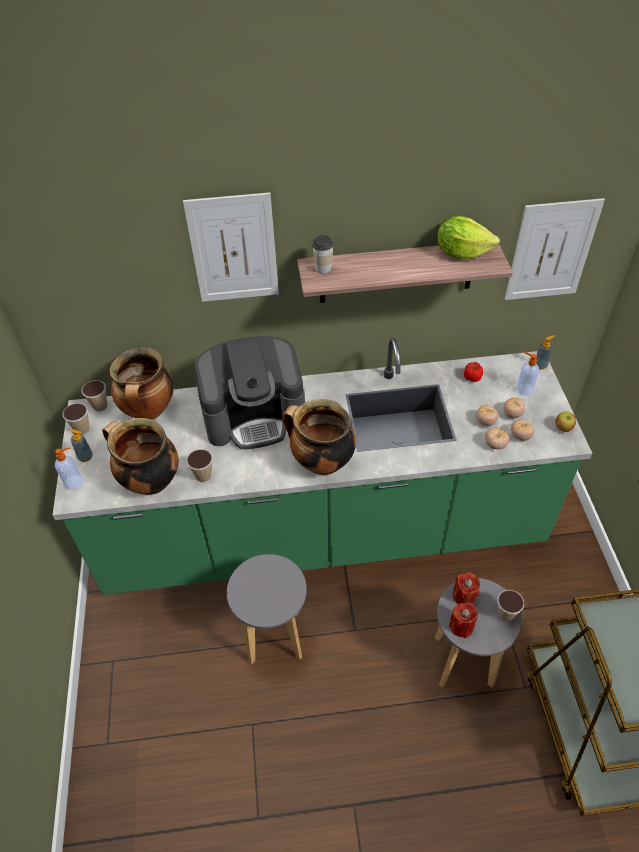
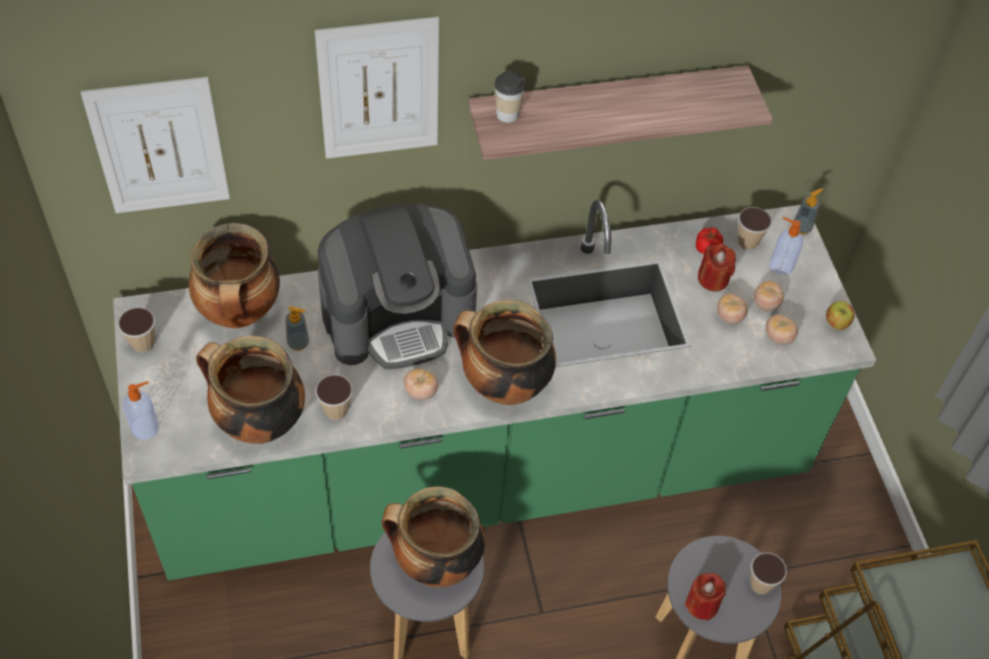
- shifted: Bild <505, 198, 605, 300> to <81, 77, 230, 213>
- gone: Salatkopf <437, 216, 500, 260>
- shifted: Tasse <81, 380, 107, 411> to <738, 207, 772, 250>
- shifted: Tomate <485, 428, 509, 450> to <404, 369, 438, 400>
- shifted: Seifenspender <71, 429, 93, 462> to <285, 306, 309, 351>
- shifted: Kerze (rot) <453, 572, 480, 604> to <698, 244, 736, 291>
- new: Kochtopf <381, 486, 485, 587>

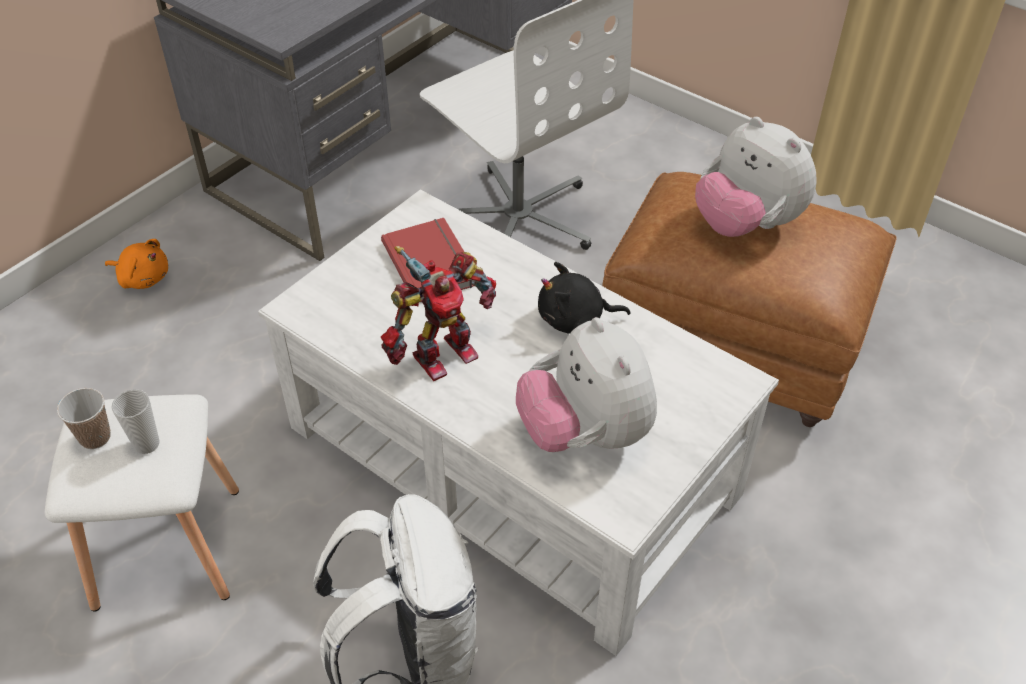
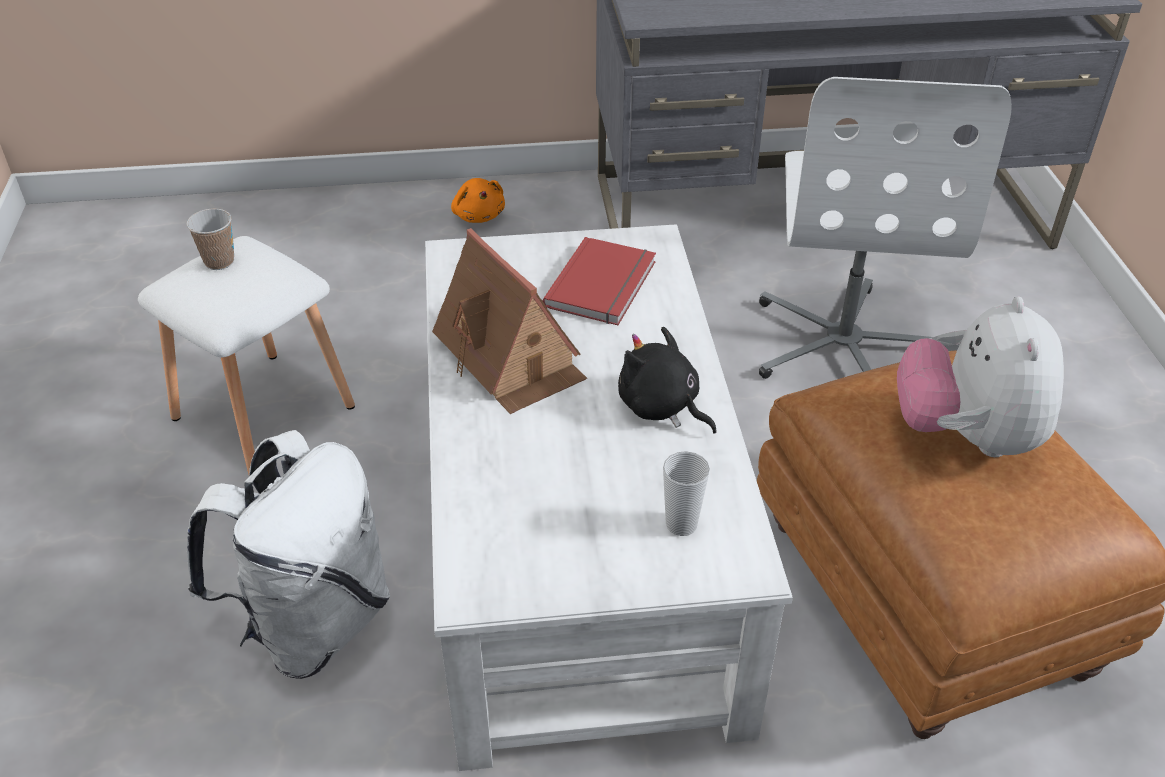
- swapped: Spielzeugroboter <381, 246, 496, 381> to Spielzeughaus <432, 228, 587, 414>
- gone: Plüschtier <516, 317, 657, 452>
- shifted: Tasse <111, 389, 160, 454> to <663, 451, 710, 536>

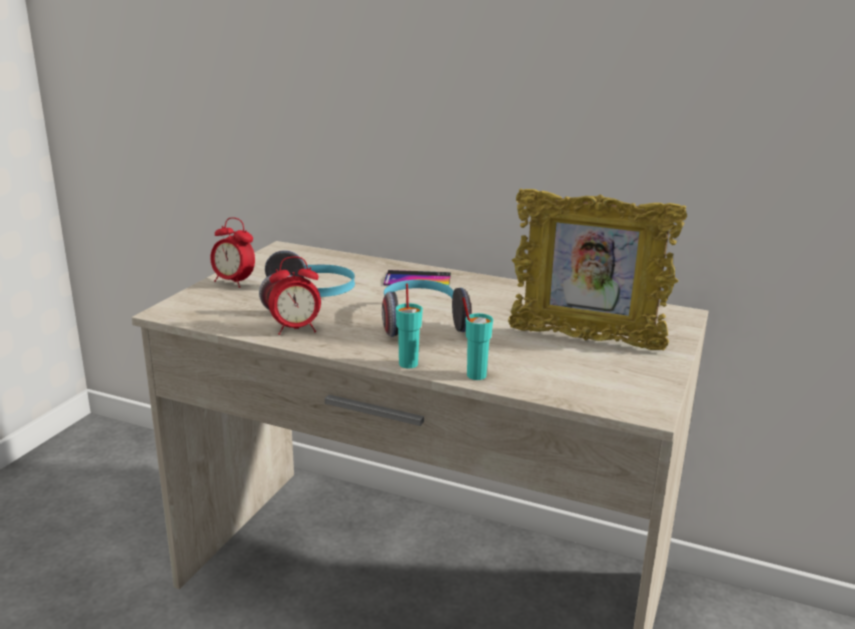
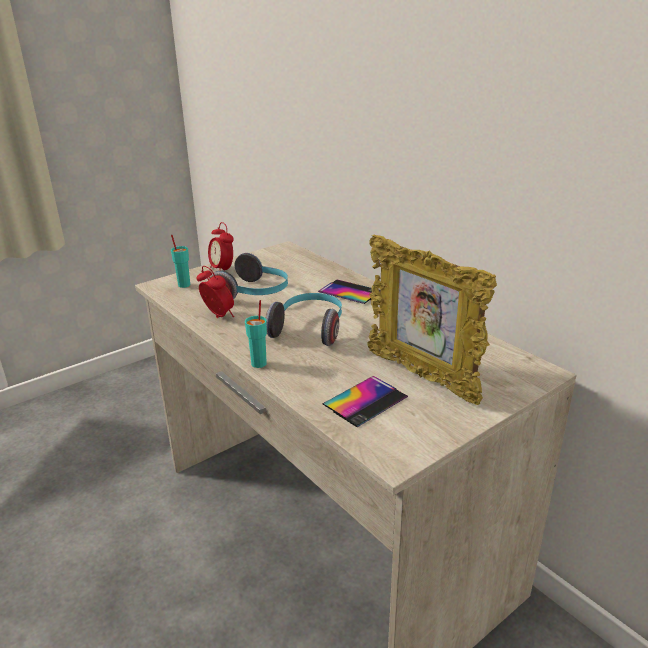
- rotated: Wecker <268, 256, 321, 335> = <197, 266, 234, 318> 150 degrees counterclockwise
- shifted: Tasse (türkis) <462, 297, 493, 380> to <171, 235, 190, 288>
- new: Handy <323, 376, 408, 427>

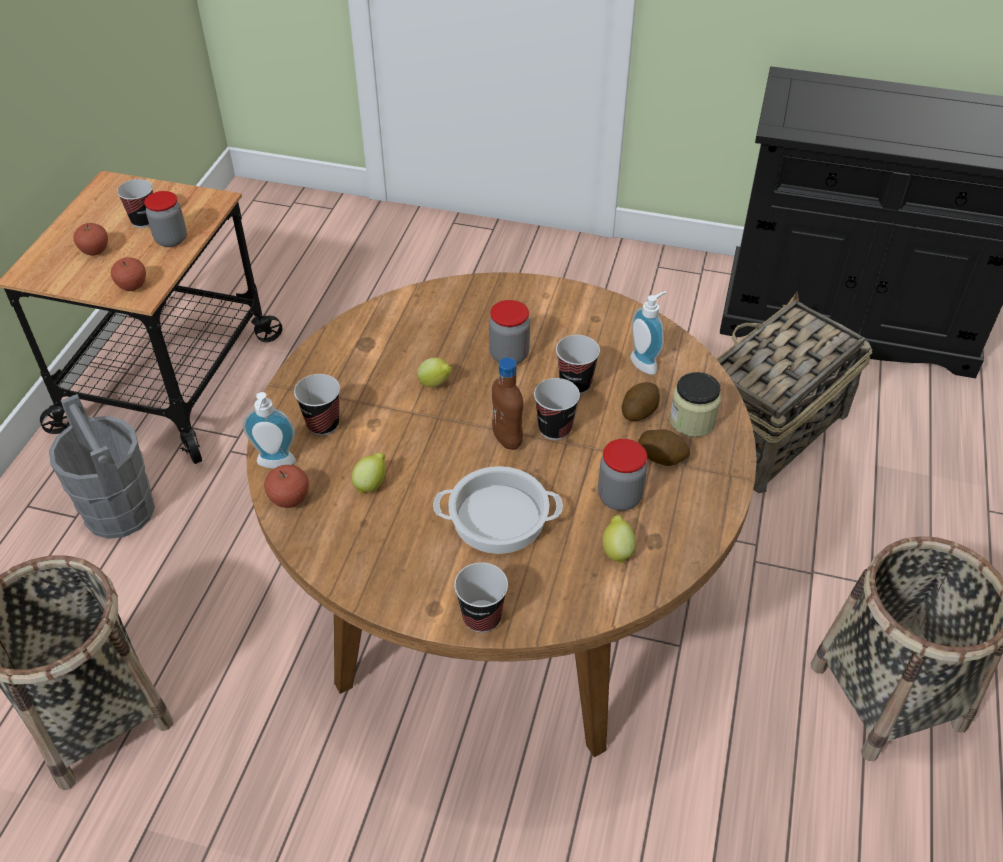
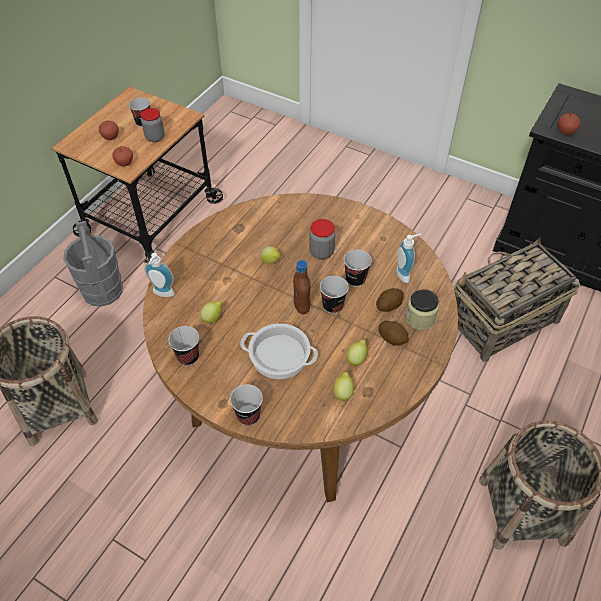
- shifted: Tasse <294, 374, 340, 436> to <168, 326, 199, 366>
- swapped: Vorratsglas <598, 439, 647, 511> to Zitrone <346, 340, 368, 367>
- shifted: Apfel <264, 465, 309, 508> to <558, 113, 581, 135>

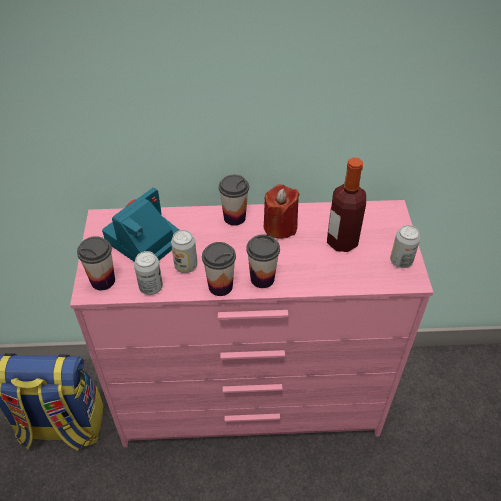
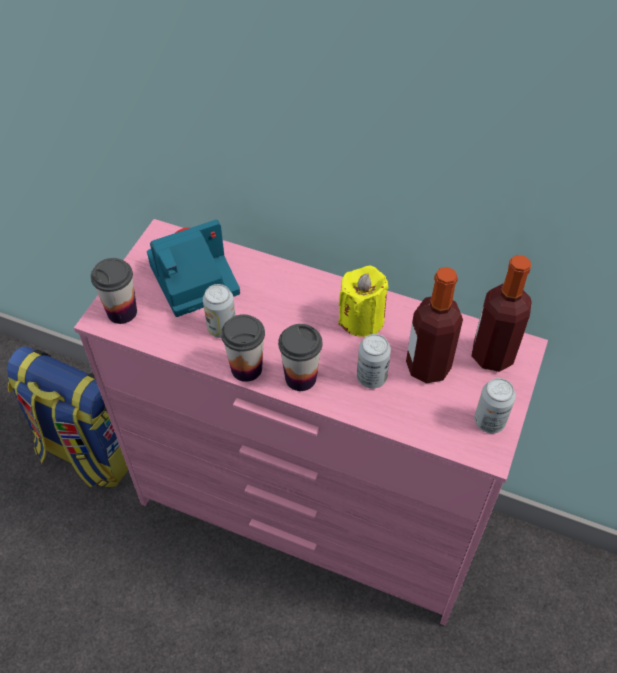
- gone: Tasse <219, 175, 249, 226>
- repainted: Kerze (rot) <263, 184, 300, 239> to Kerze (gelb) <338, 265, 389, 337>
- shifted: Dose <134, 251, 163, 295> to <357, 334, 391, 389>
- new: Flasche <471, 255, 532, 372>

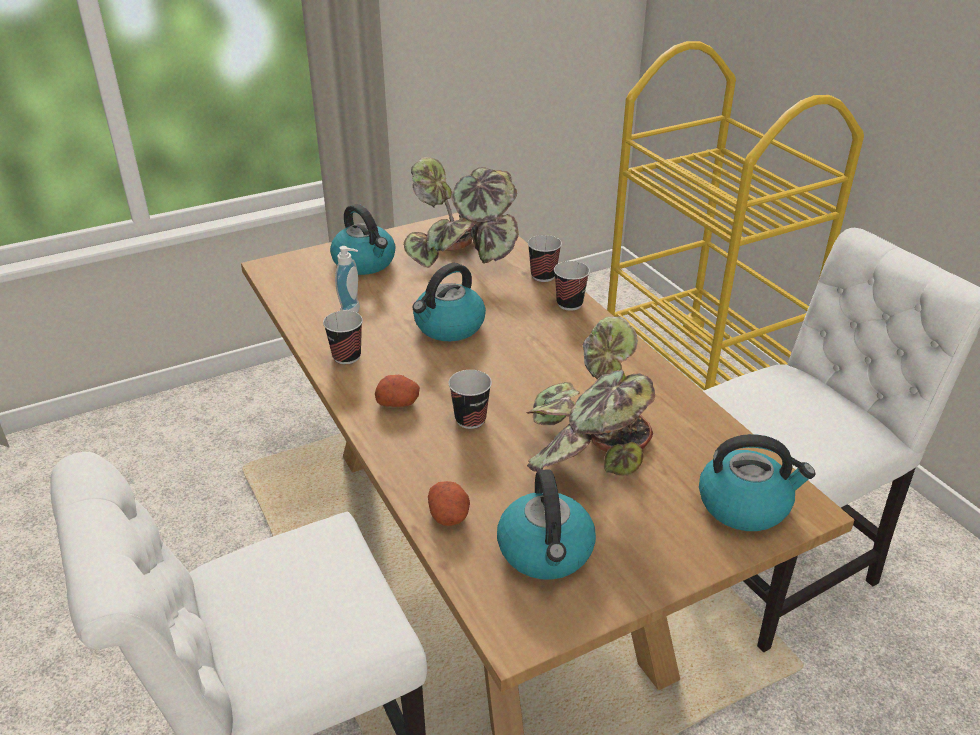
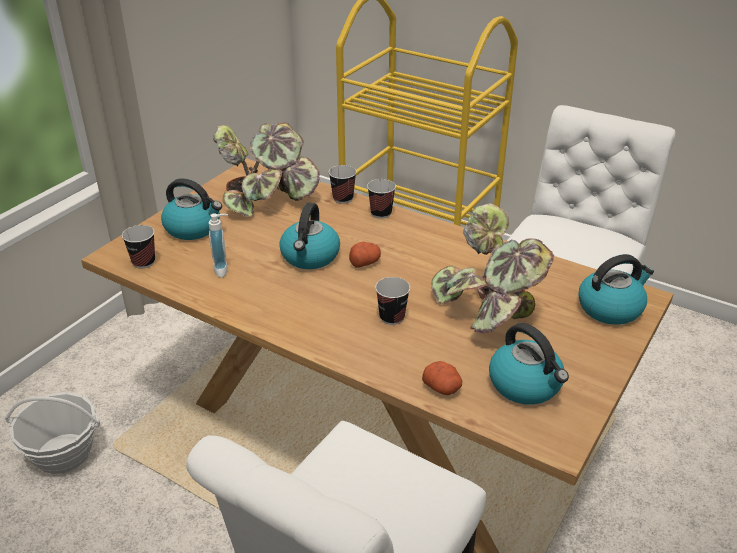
- shifted: Tasse <323, 311, 363, 364> to <122, 225, 155, 268>
- shifted: Kartoffel <375, 375, 420, 407> to <349, 241, 381, 268>
- new: Korb <5, 392, 100, 474>

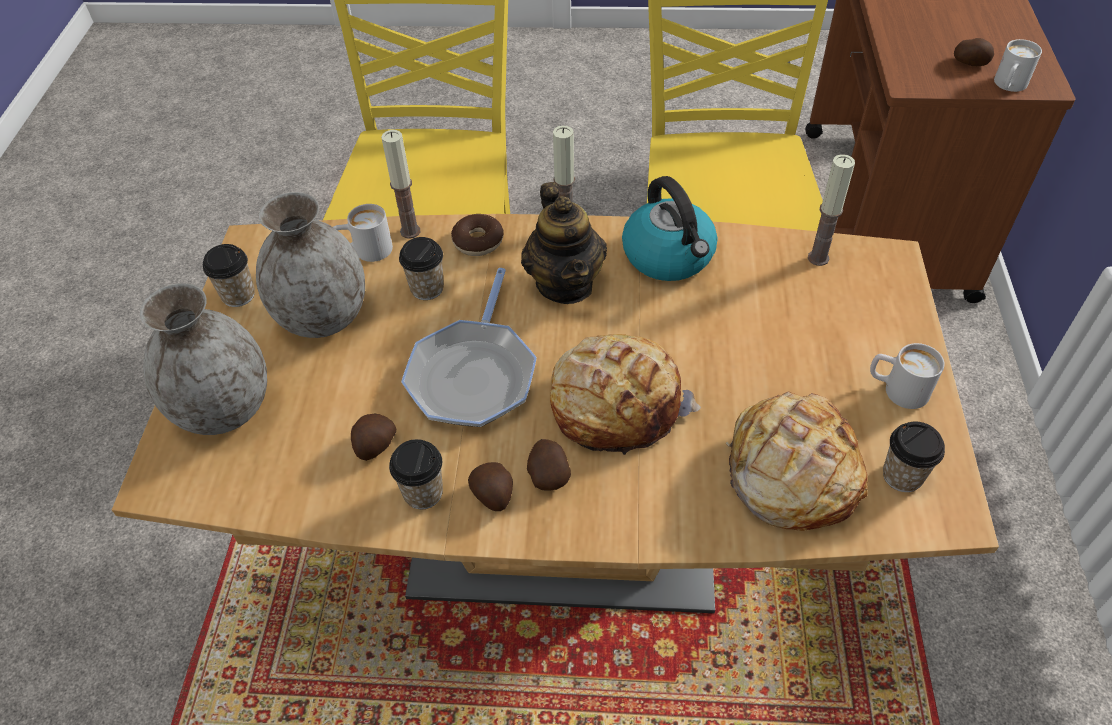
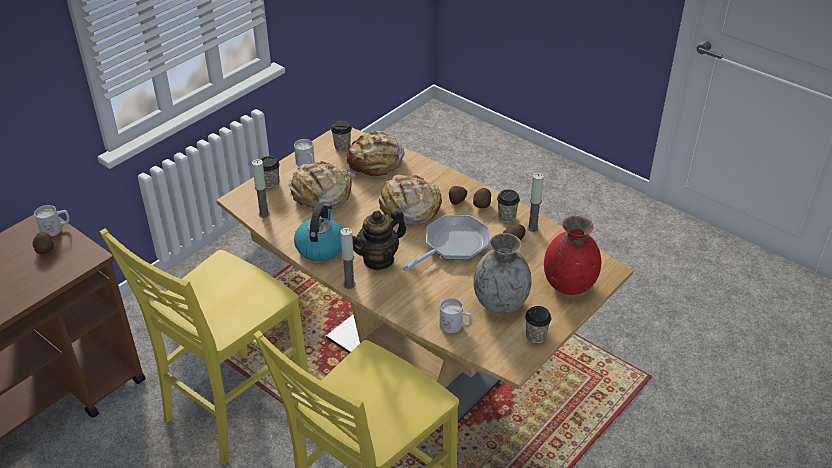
- shifted: Kerze <381, 130, 420, 239> to <527, 173, 544, 232>
- rotated: Teekanne <521, 182, 607, 304> = <352, 209, 406, 270> 150 degrees counterclockwise
- gone: Donut <451, 214, 504, 256>
- shifted: Tasse <399, 237, 444, 300> to <260, 156, 280, 188>
- repainted: Vase (grau) <140, 283, 267, 435> to Vase (rot) <544, 216, 601, 295>
- new: Brot <288, 161, 352, 210>

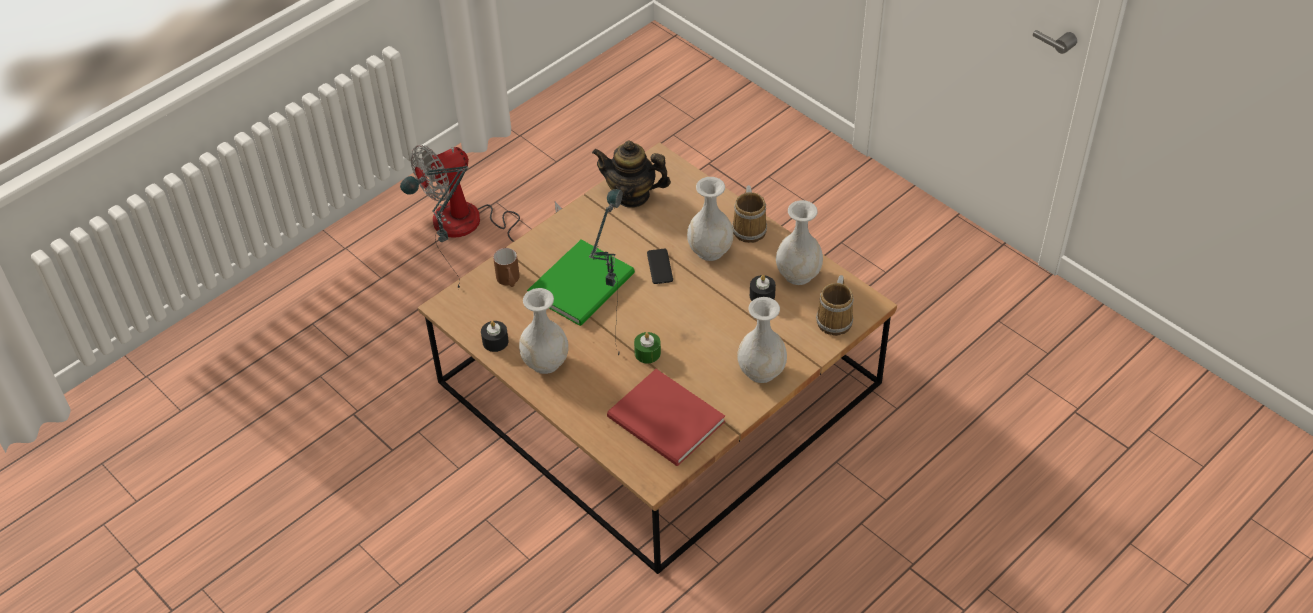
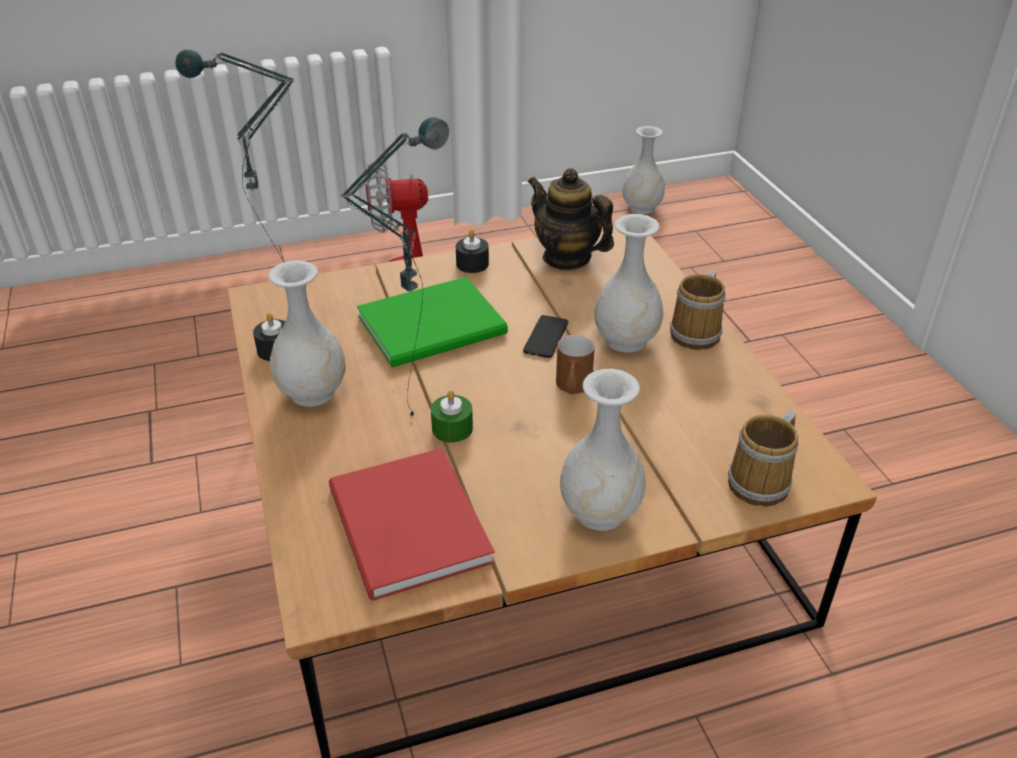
- shifted: Vase (weiß) <776, 200, 823, 285> to <622, 126, 665, 215>
- shifted: Henkelbecher (braun) <493, 248, 520, 287> to <556, 335, 595, 394>
- shifted: Kerze (schwarz) <750, 275, 776, 301> to <456, 230, 489, 273>

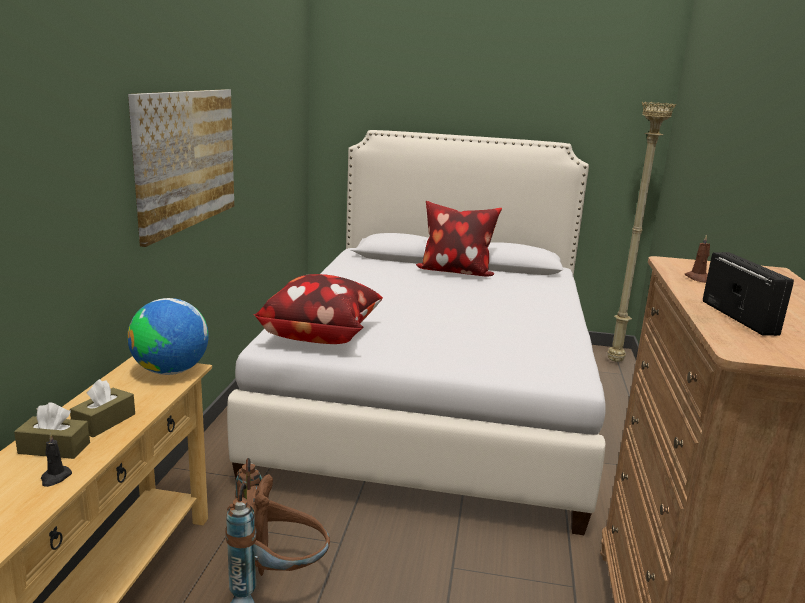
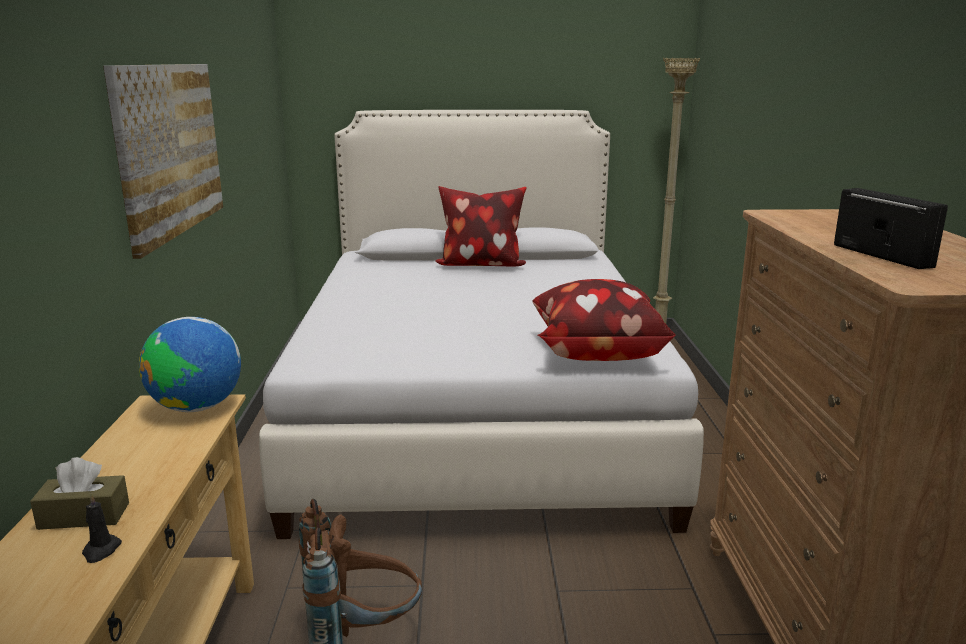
- gone: Kerze (braun) <685, 234, 710, 283>
- shifted: Kissen <253, 274, 383, 344> to <532, 279, 676, 361>
- gone: Taschentuchbox (braun) <70, 379, 135, 438>

